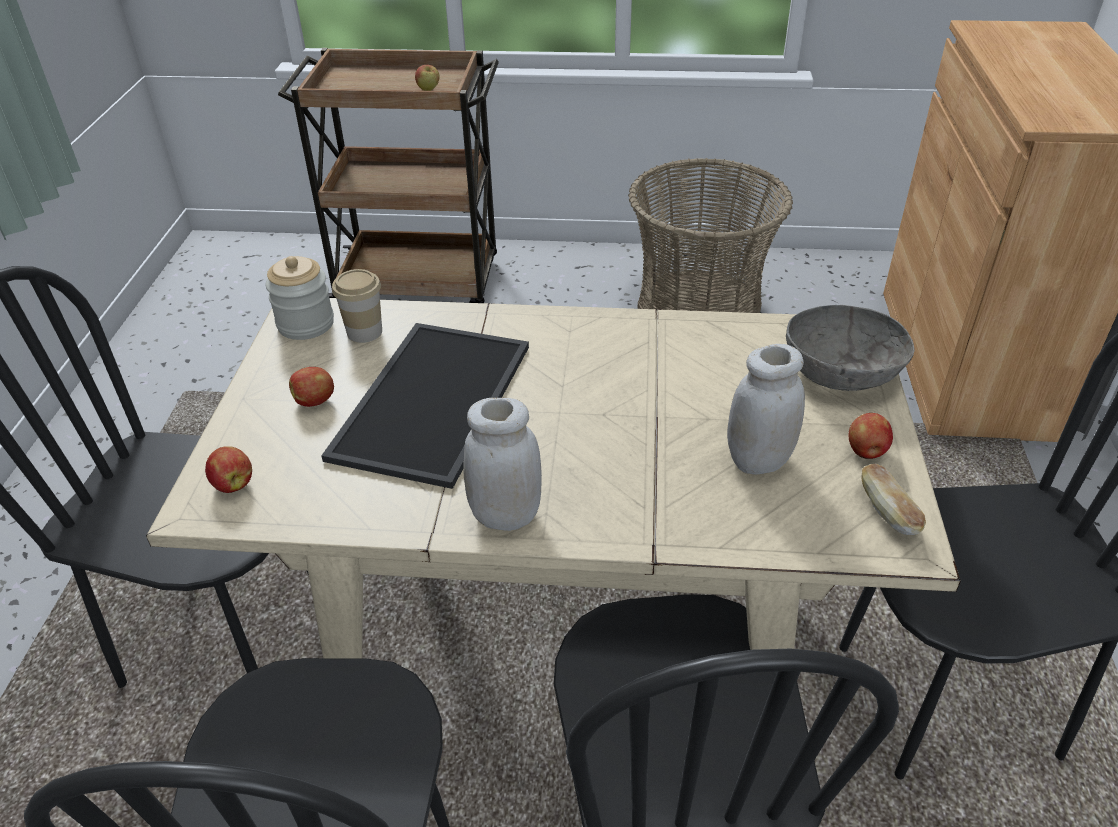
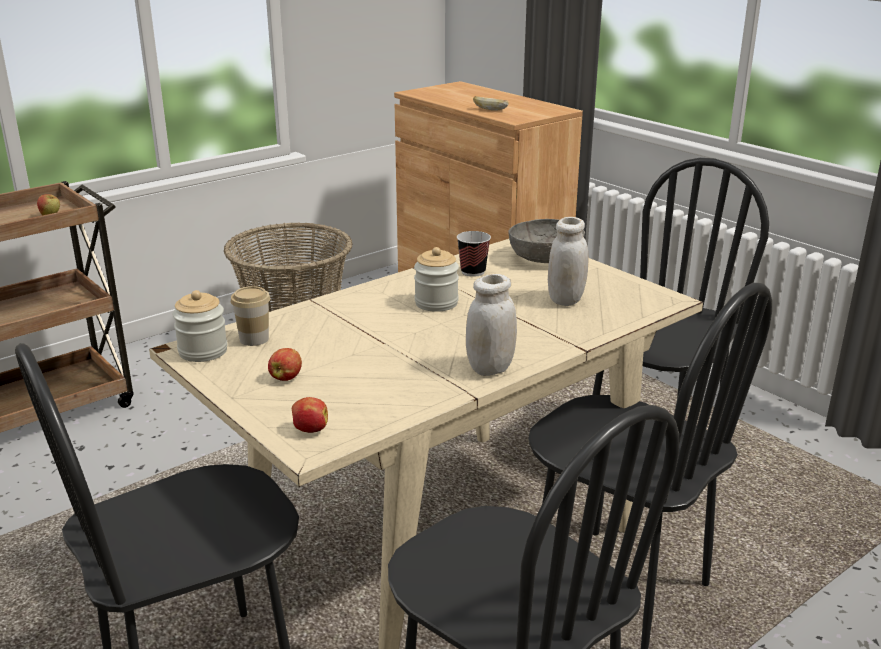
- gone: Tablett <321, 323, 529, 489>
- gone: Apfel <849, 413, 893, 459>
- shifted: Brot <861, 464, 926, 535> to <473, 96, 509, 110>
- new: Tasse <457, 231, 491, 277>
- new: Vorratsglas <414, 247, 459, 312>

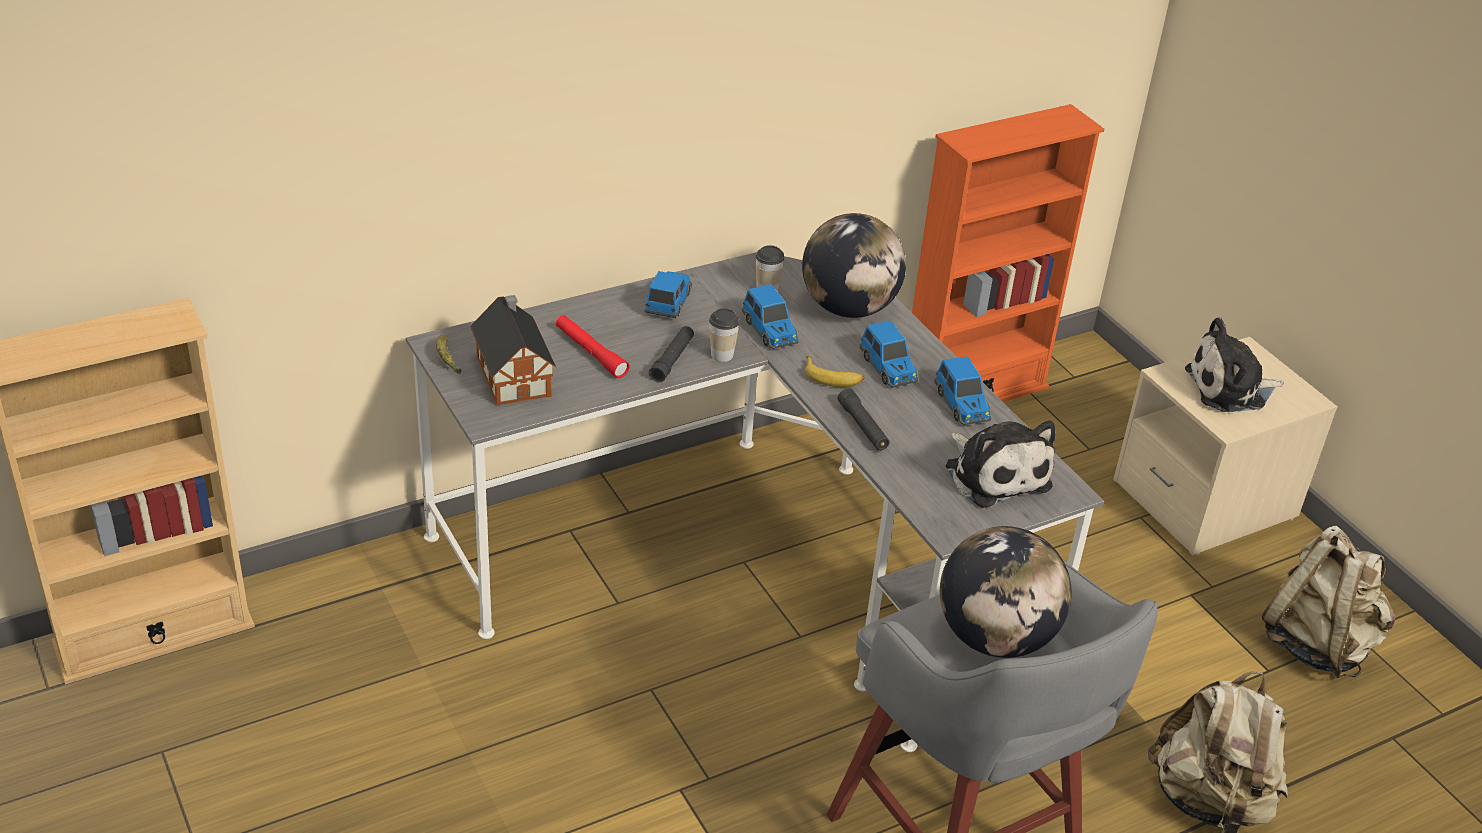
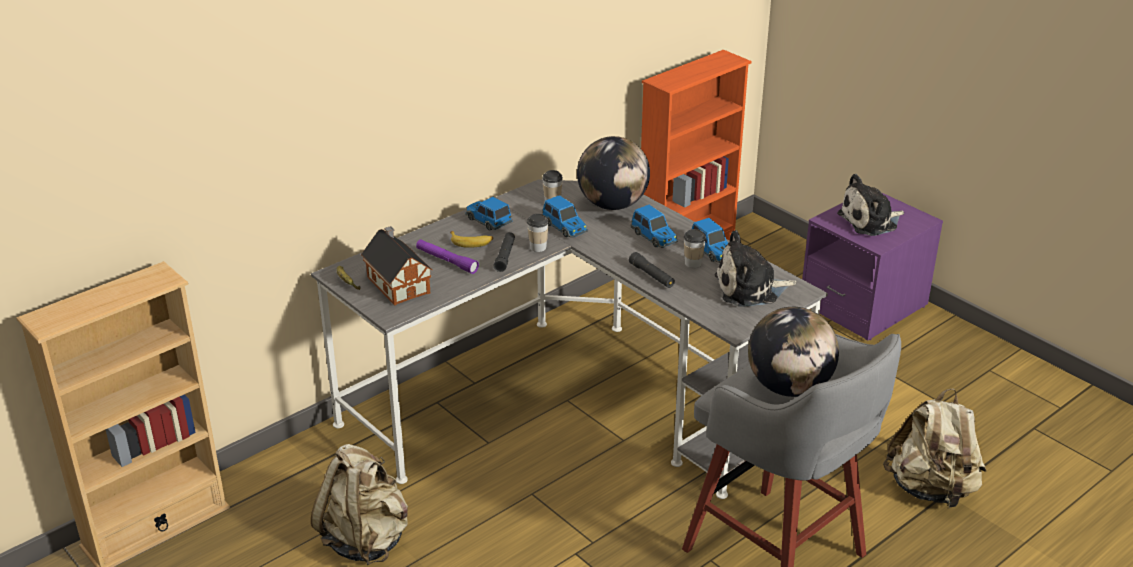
- rotated: Spielzeugauto <644, 271, 692, 318> = <465, 197, 512, 230> 45 degrees counterclockwise
- repainted: Taschenlampe (rot) <556, 315, 630, 378> to Taschenlampe (lila) <416, 239, 479, 274>
- repainted: Nachttisch (beige) <1113, 337, 1337, 555> to Nachttisch (lila) <802, 192, 943, 341>
- shifted: Banane <805, 356, 865, 387> to <450, 231, 493, 248>
- rotated: Plüschtier <946, 420, 1055, 508> = <715, 230, 797, 307> 120 degrees clockwise
- shifted: Rucksack (beige) <1262, 526, 1395, 678> to <311, 444, 408, 565>
- new: Tasse <684, 229, 706, 268>

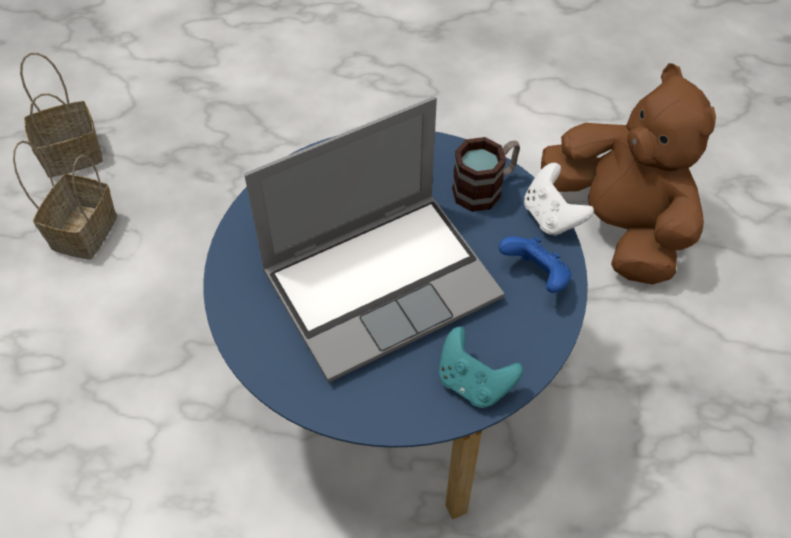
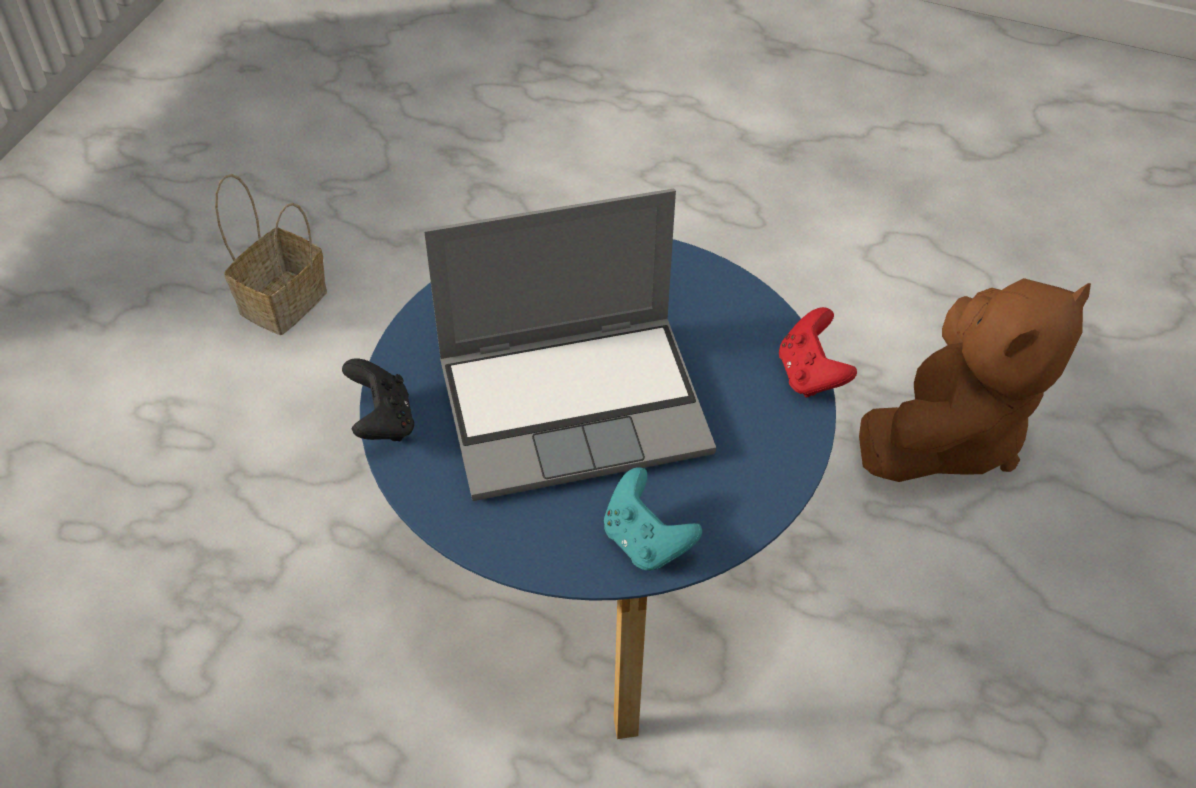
- gone: Korb <20, 53, 103, 177>
- rotated: Plüschtier (braun) <541, 63, 716, 285> = <859, 278, 1091, 482> 60 degrees clockwise
- gone: Henkelbecher <452, 137, 520, 212>
- repainted: Gamepad (weiß) <524, 163, 594, 236> to Gamepad (rot) <779, 307, 857, 398>
- gone: Gamepad (blau) <499, 236, 571, 293>
- new: Gamepad (schwarz) <342, 358, 414, 441>

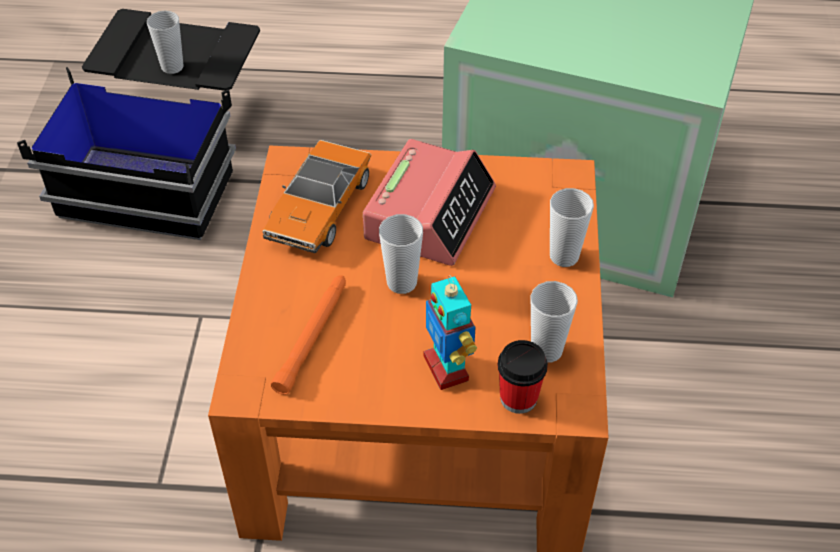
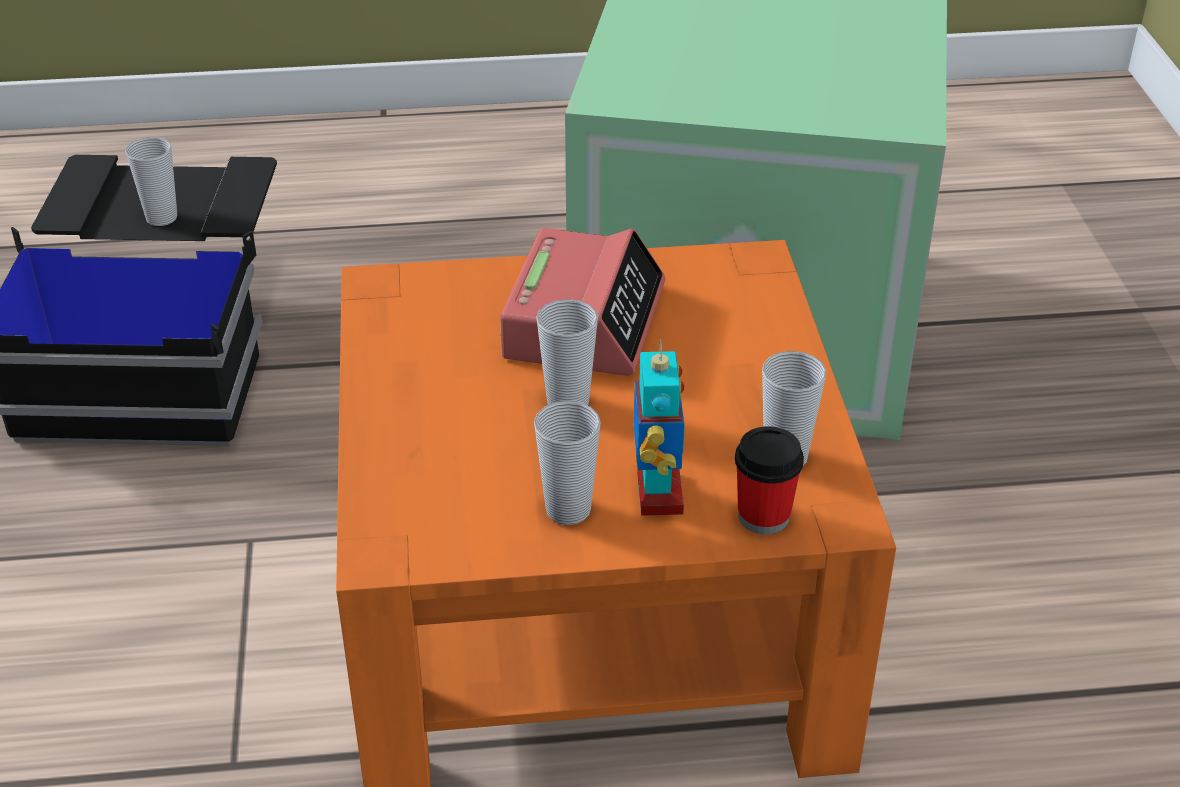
- gone: Spielzeugauto <263, 140, 371, 253>
- shifted: Tasse <550, 188, 594, 267> to <534, 401, 601, 525>
- gone: Taschenlampe (orange) <271, 275, 346, 395>
- rotated: Spielzeugroboter <423, 275, 477, 390> = <634, 339, 685, 516> 150 degrees counterclockwise

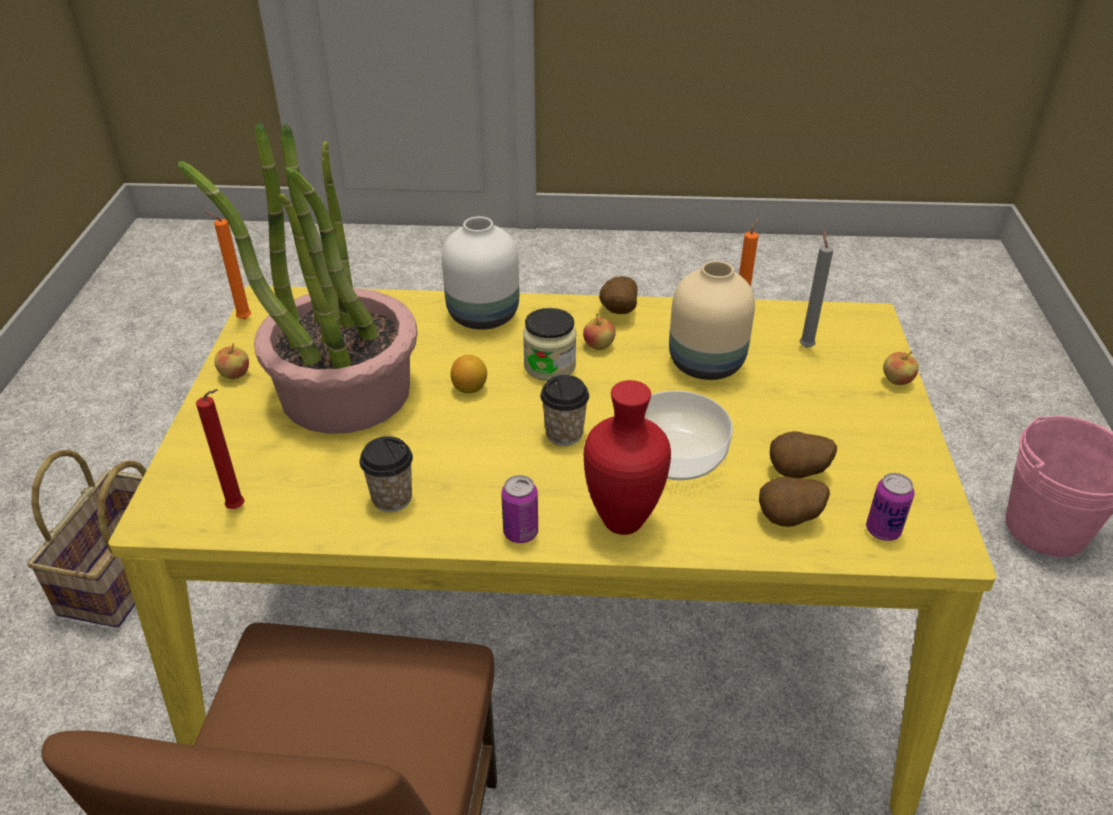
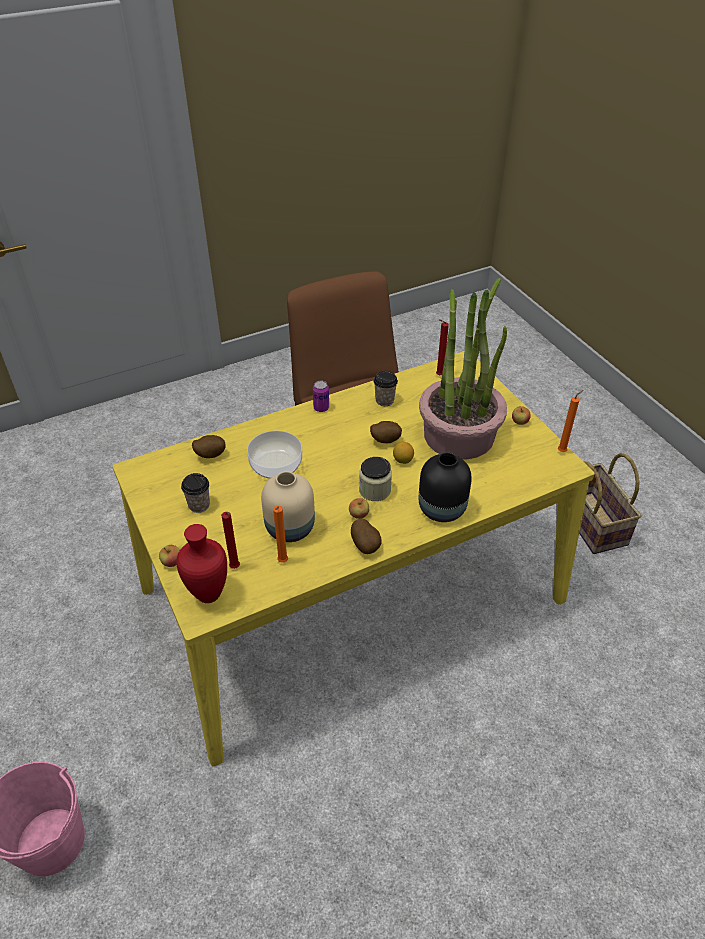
- repainted: Vase (weiß) <442, 216, 519, 330> to Vase (schwarz) <419, 452, 472, 522>
- repainted: Kerze (grau) <800, 229, 833, 348> to Kerze (rot) <221, 512, 240, 569>
- shifted: Tasse <540, 375, 589, 446> to <181, 473, 210, 513>
- shifted: Vase (rot) <584, 380, 671, 535> to <176, 524, 227, 603>
- shifted: Kartoffel <770, 431, 837, 478> to <370, 421, 402, 443>
- gone: Dose <866, 473, 915, 541>

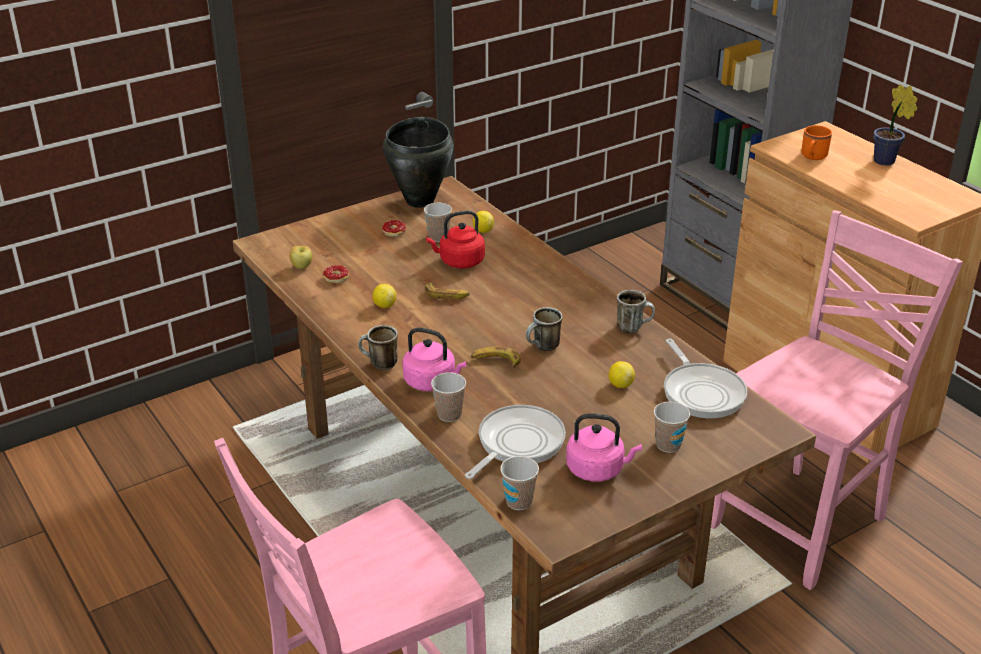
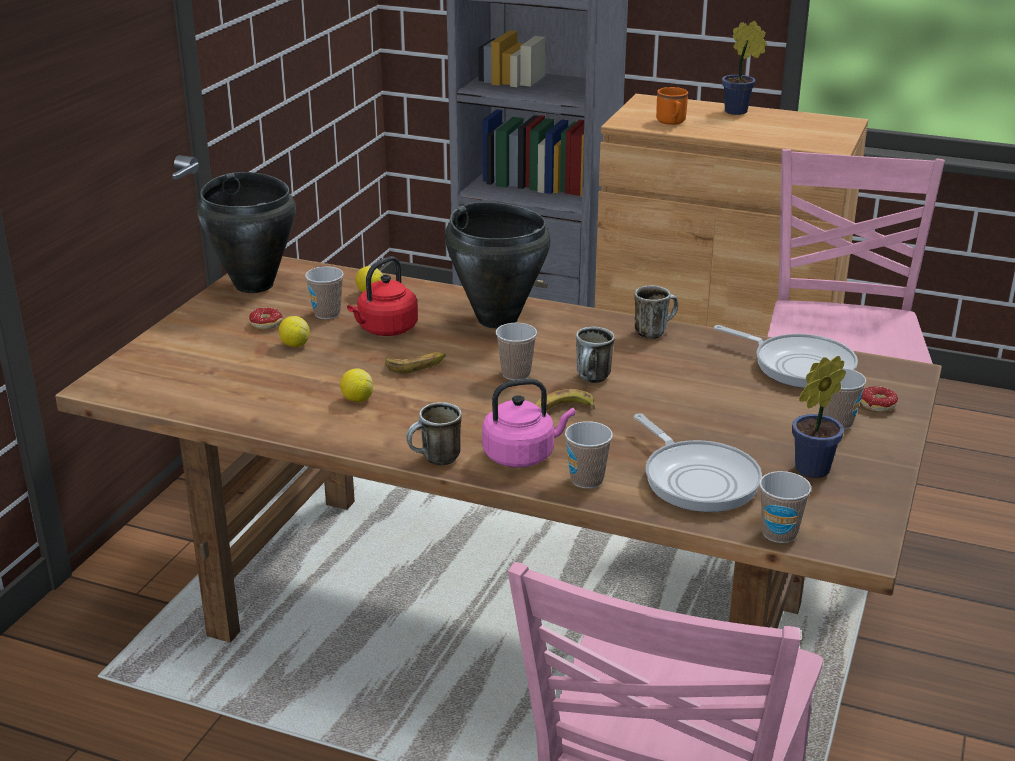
- gone: Apfel <290, 245, 312, 269>
- shifted: Donut <323, 265, 349, 283> to <860, 386, 898, 412>
- shifted: Zitrone <608, 361, 635, 388> to <279, 316, 310, 347>
- rotated: Pfanne <465, 405, 566, 479> = <634, 413, 762, 512> 150 degrees clockwise
- swapped: Wasserkessel (rosa) <566, 413, 642, 482> to Topfpflanze <792, 356, 846, 478>
- new: Kochtopf (schwarz) <445, 202, 551, 329>
- new: Tasse <495, 323, 537, 380>

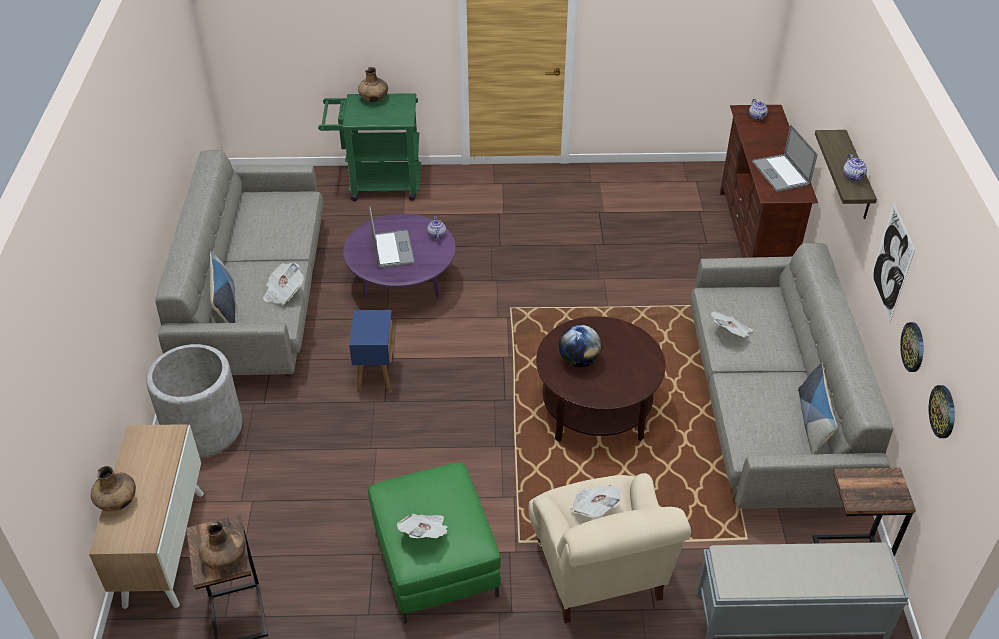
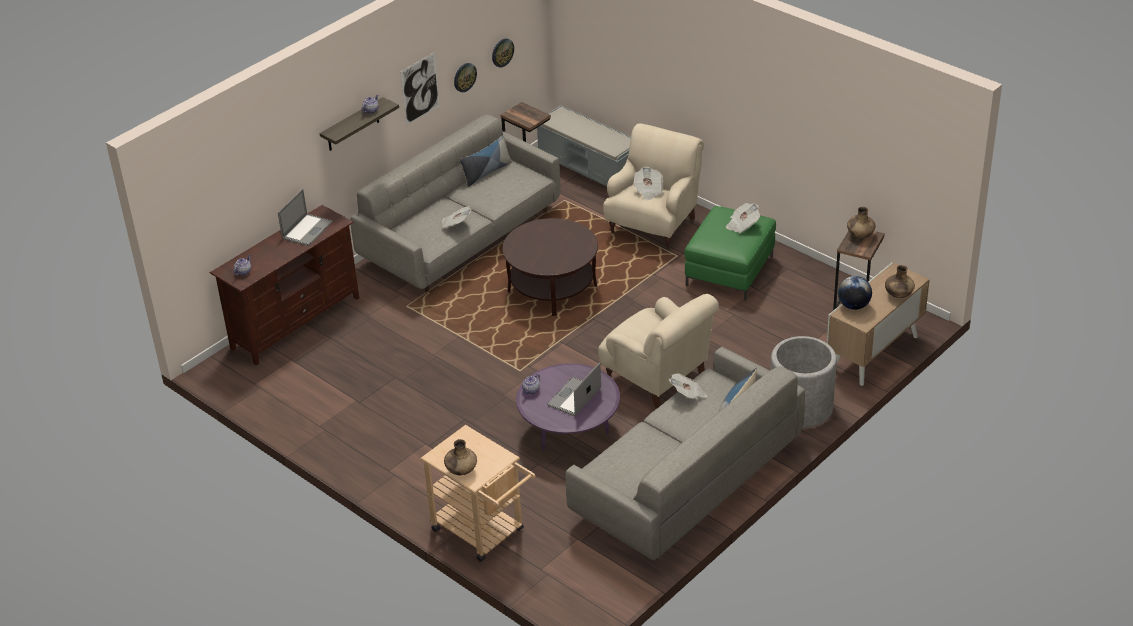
- repainted: Rollwagen (grün) <318, 93, 421, 201> to Rollwagen (beige) <420, 425, 536, 562>
- swapped: Beistelltisch (blau) <349, 310, 394, 393> to Sessel (beige) <598, 294, 719, 409>
- shifted: Globus <559, 325, 602, 368> to <838, 276, 872, 310>

